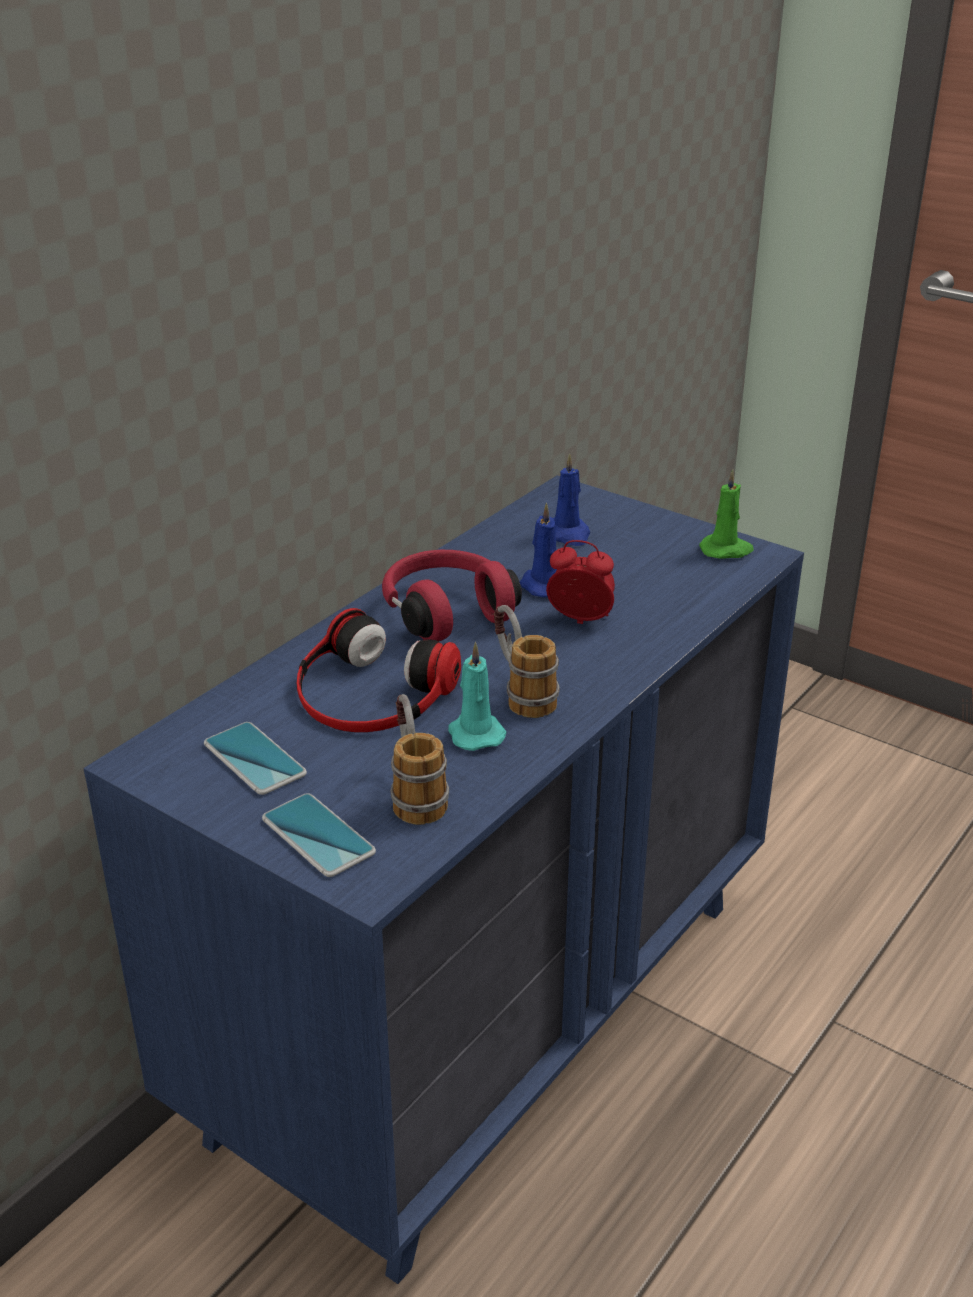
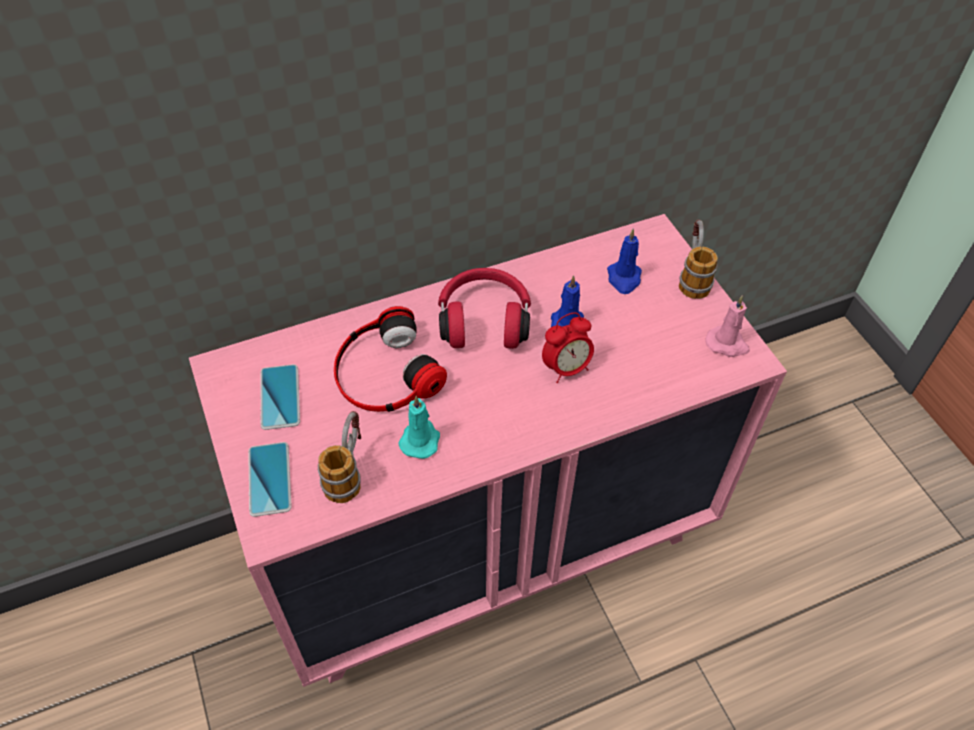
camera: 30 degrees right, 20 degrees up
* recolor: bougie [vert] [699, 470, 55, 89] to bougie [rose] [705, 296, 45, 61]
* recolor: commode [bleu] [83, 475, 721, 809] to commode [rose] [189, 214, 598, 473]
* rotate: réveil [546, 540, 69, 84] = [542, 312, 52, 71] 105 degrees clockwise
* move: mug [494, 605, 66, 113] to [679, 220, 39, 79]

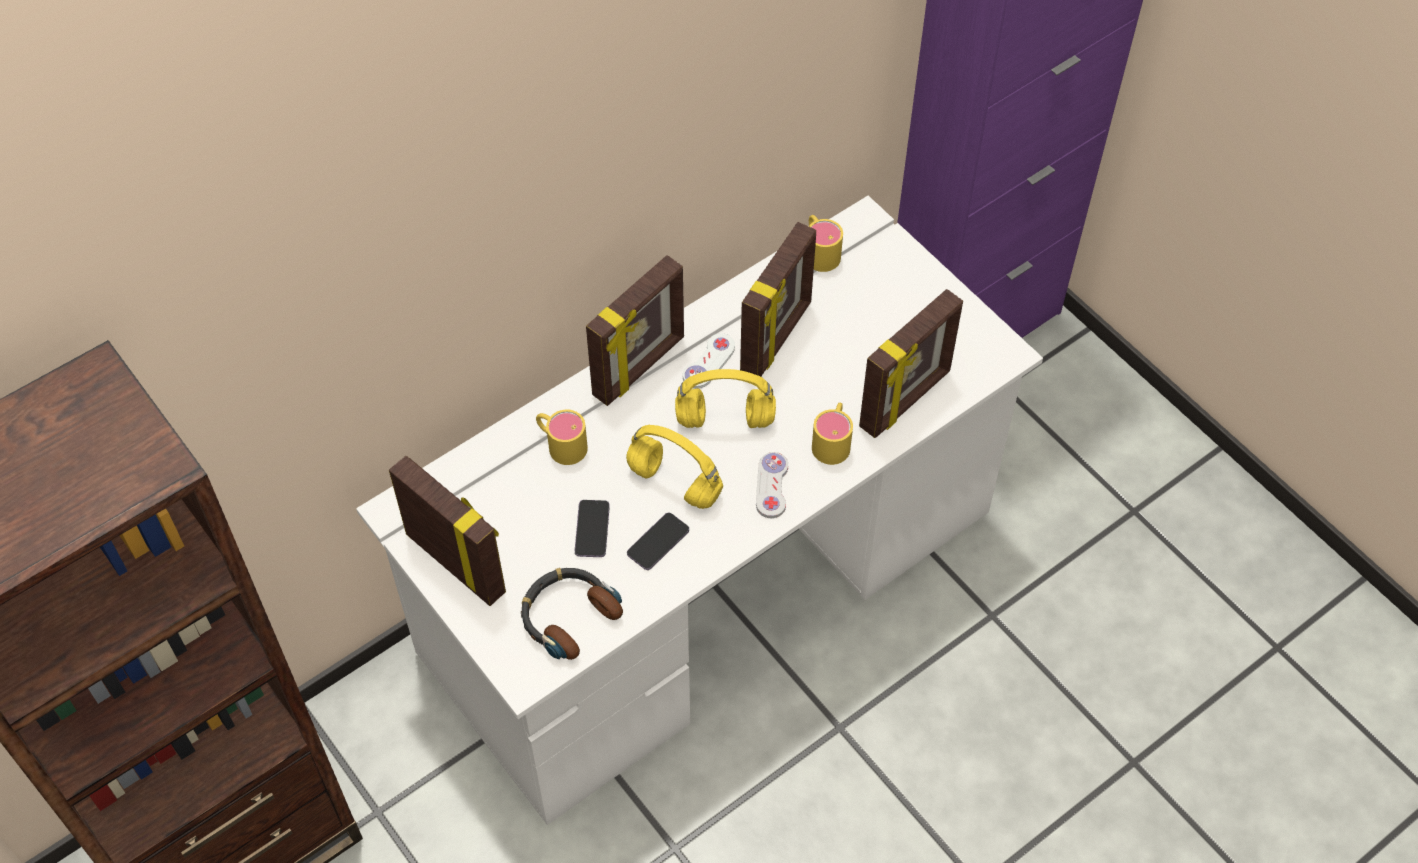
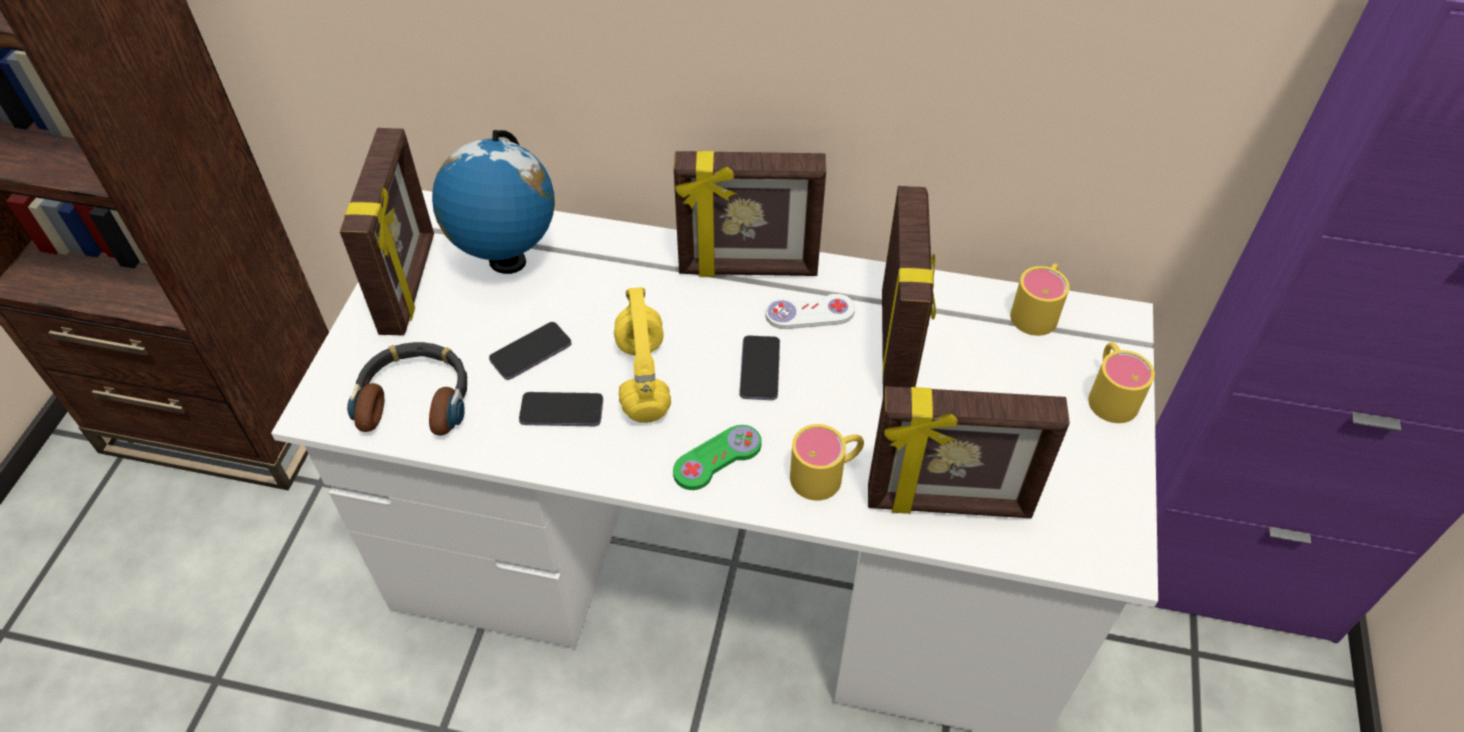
camera: 50 degrees right, 5 degrees down
* rotate: cadre photo [740, 222, 76, 154] = [882, 186, 54, 208] 75 degrees counterclockwise
* replace: casque audio [jaune] [675, 369, 101, 59] to téléphone [739, 335, 41, 65]
* move: mug [jaune] [536, 410, 52, 55] to [1088, 342, 67, 81]
* recolor: manette [blanc] [756, 452, 32, 66] to manette [vert] [673, 425, 89, 65]
* insert: globe [432, 130, 123, 144]

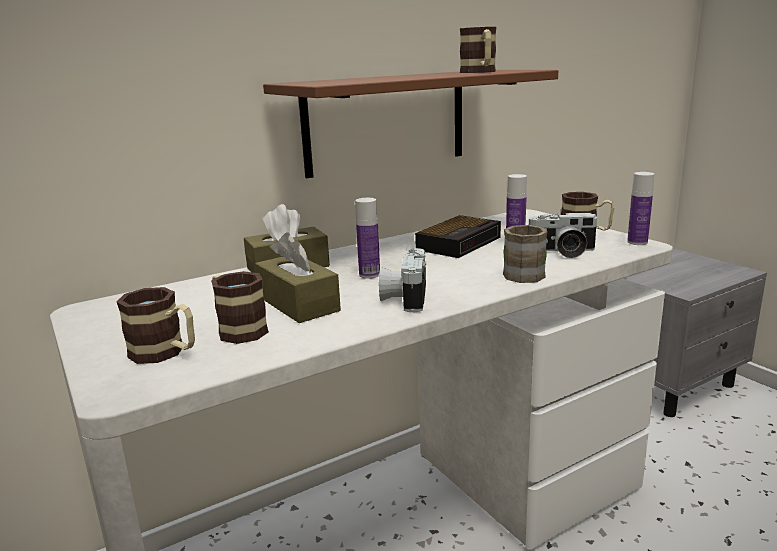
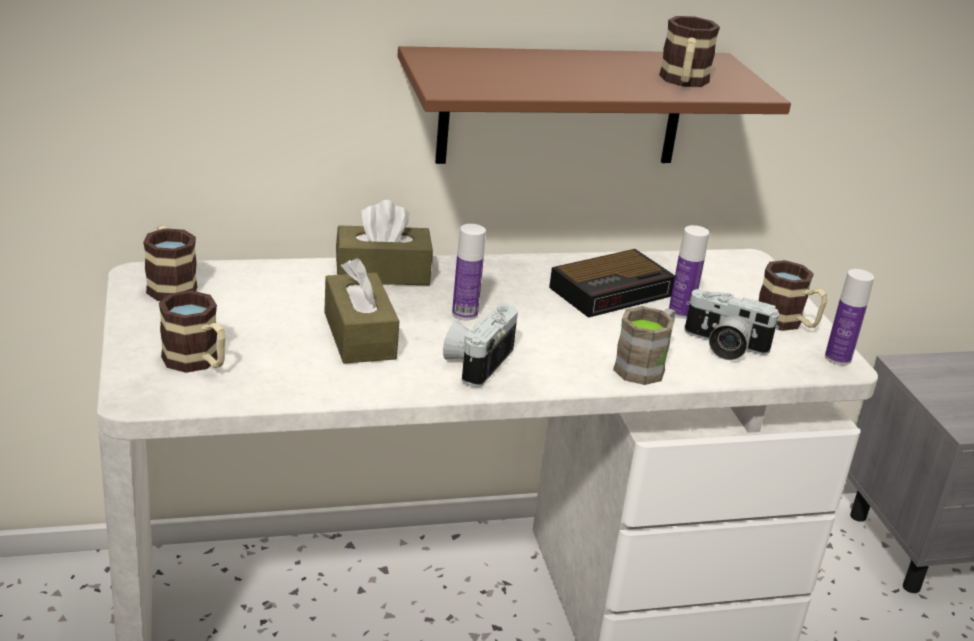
camera: 15 degrees right, 10 degrees up
* move: mug [211, 271, 58, 73] to [143, 226, 54, 75]

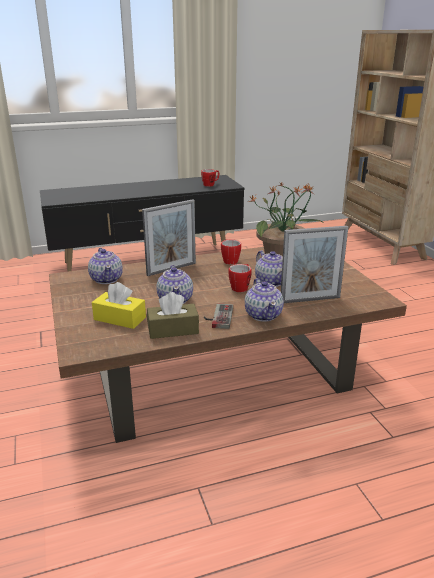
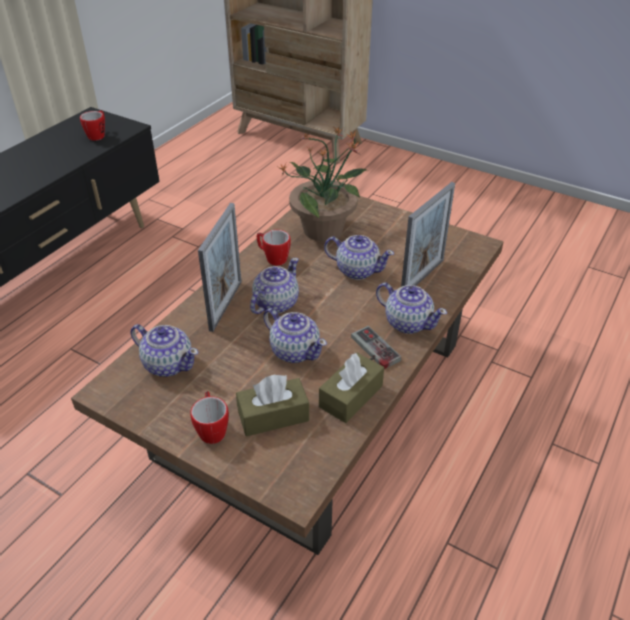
camera: 40 degrees left, 15 degrees up
* move: mug [229, 264, 23, 28] to [190, 391, 39, 53]
* recolor: boîte à mouchoirs [jaune] [92, 282, 54, 47] to boîte à mouchoirs [marron] [236, 375, 73, 62]
* insert: théière [250, 258, 49, 56]

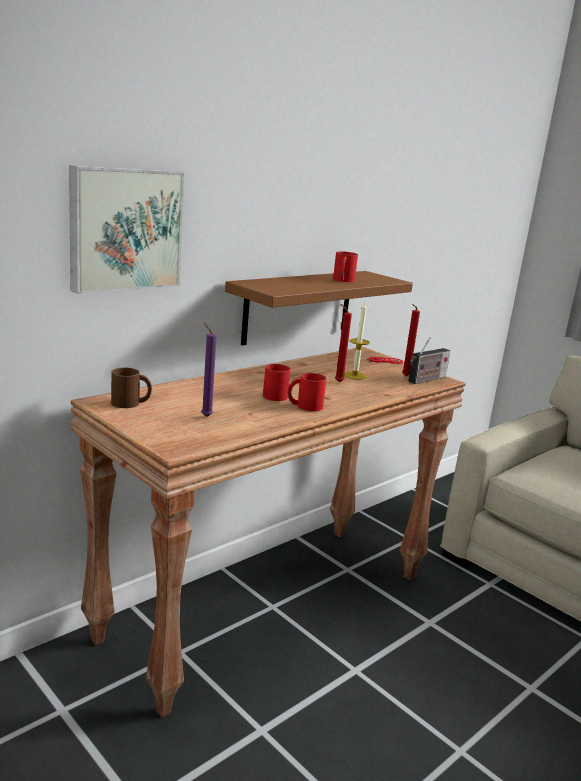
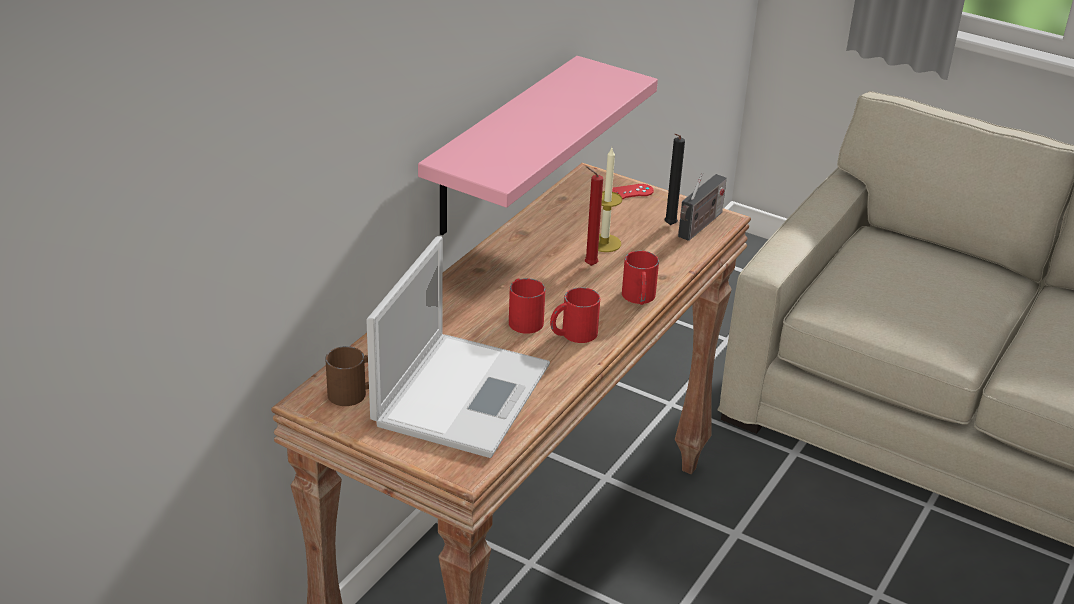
camera: 15 degrees left, 15 degrees up
* delete: tableau [69, 165, 115, 129]
* move: mug [rouge] [333, 251, 25, 31] to [622, 251, 37, 54]
* recolor: étagère [marron] [225, 271, 188, 75] to étagère [rose] [418, 56, 240, 179]
* recolor: bougie [rouge] [402, 304, 18, 72] to bougie [noir] [664, 133, 21, 92]
* replace: bougie [violet] [201, 323, 16, 94] to ordinateur portable [366, 236, 184, 222]

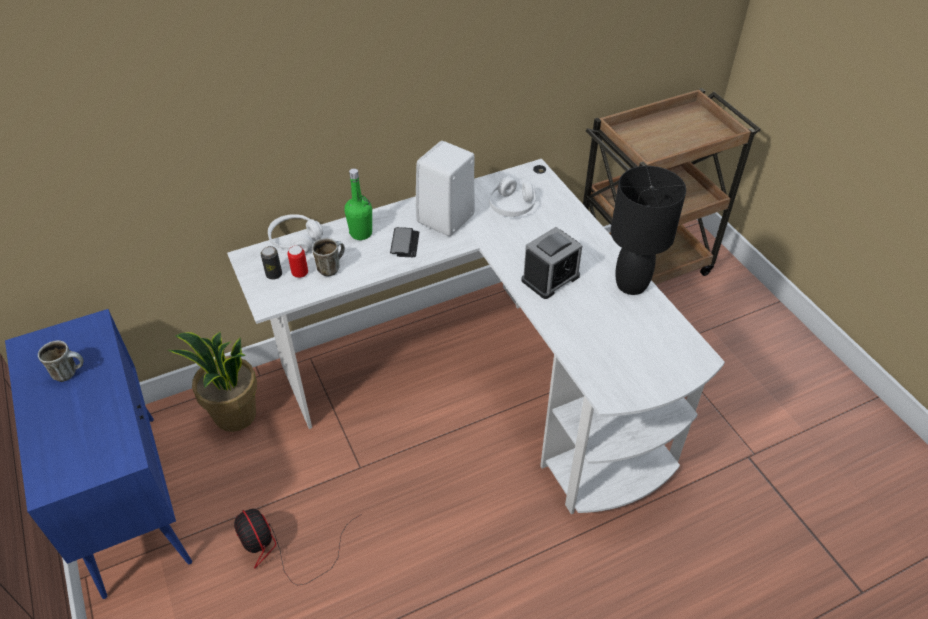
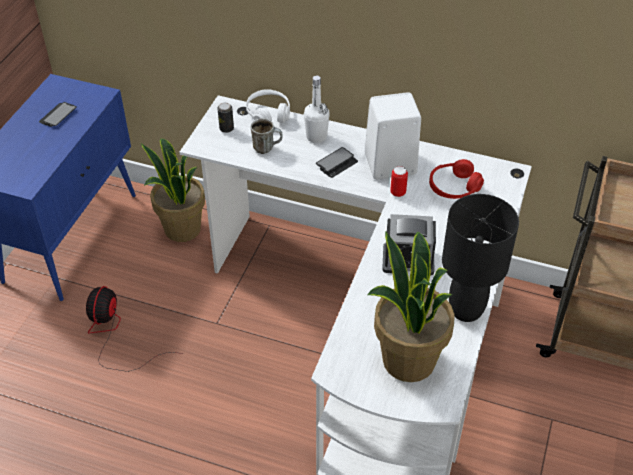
camera: 45 degrees right, 0 degrees up
* recolor: bouteille [vert] [344, 168, 28, 72] to bouteille [blanc] [304, 76, 26, 67]
* recolor: casque audio [blanc] [489, 177, 47, 40] to casque audio [rouge] [429, 159, 55, 40]
* move: boîte métallique [288, 246, 20, 32] to [390, 166, 18, 31]
* replace: mug [38, 340, 45, 42] to téléphone [39, 102, 37, 25]
* insert: plante en pot [367, 231, 88, 151]

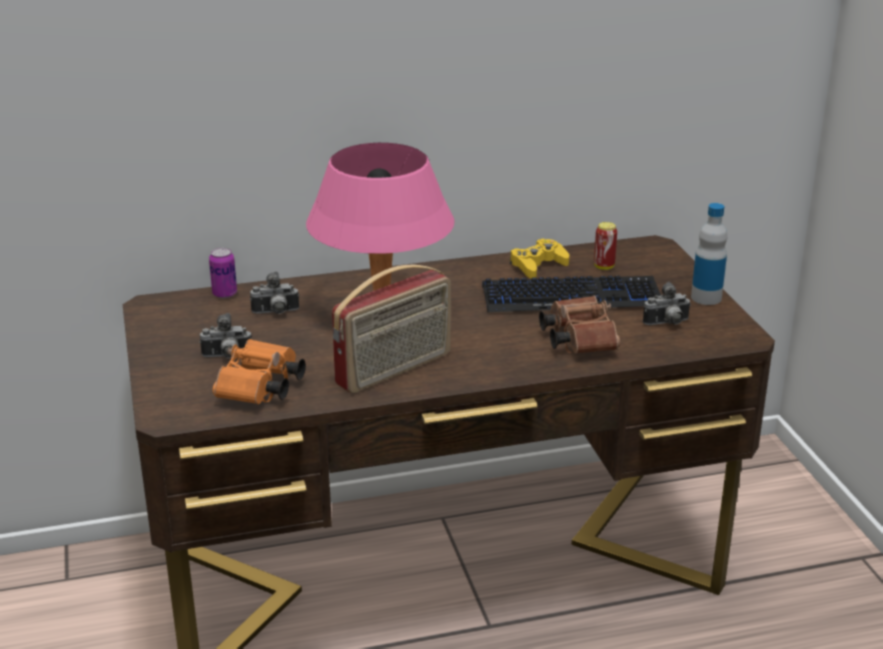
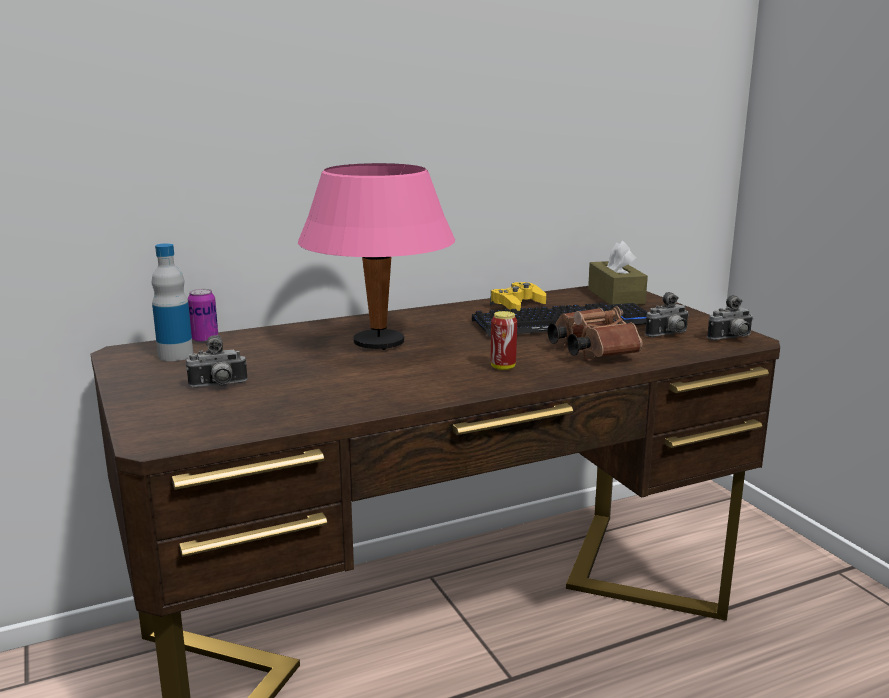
camera: 10 degrees left, 10 degrees down
* move: bouteille [691, 203, 36, 102] to [152, 243, 41, 118]
* move: boîte métallique [594, 222, 23, 48] to [491, 311, 26, 59]
* delete: radio [332, 265, 119, 129]
* move: appareil photo [250, 271, 49, 43] to [707, 295, 46, 45]
* delete: jumelles [orange] [213, 339, 93, 65]
* insert: boîte à mouchoirs [marron] [588, 241, 60, 64]

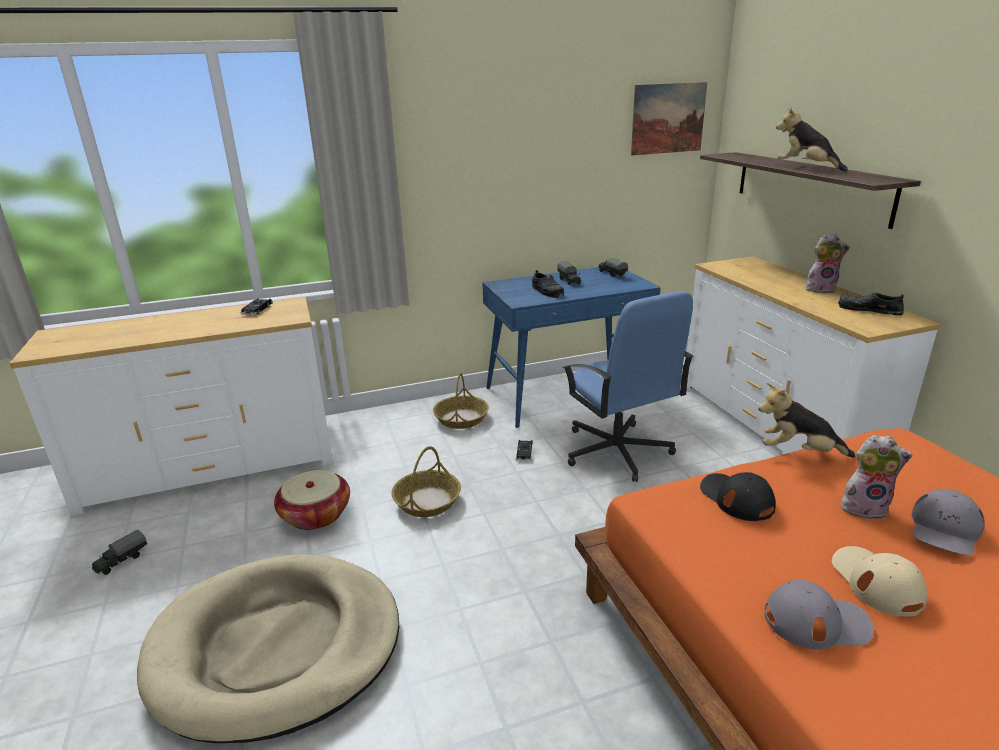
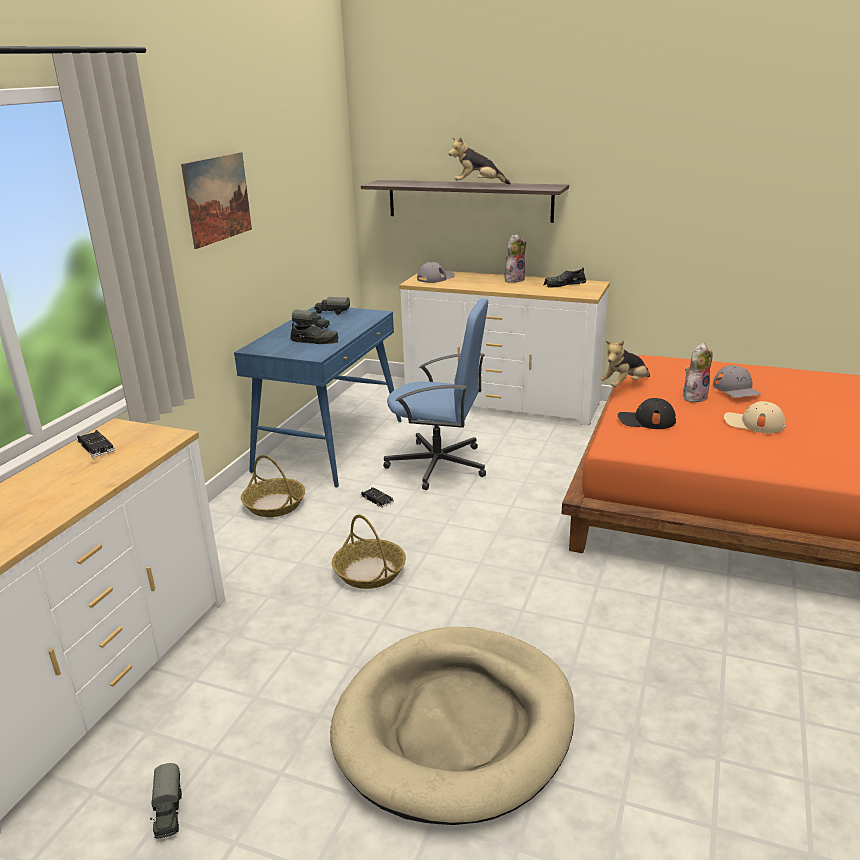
camera: 50 degrees left, 0 degrees up
* move: tableau [631, 82, 76, 73] to [181, 152, 71, 97]
* delete: panier [274, 470, 76, 60]
* move: casquette [gris] [765, 579, 108, 71] to [417, 262, 38, 21]

